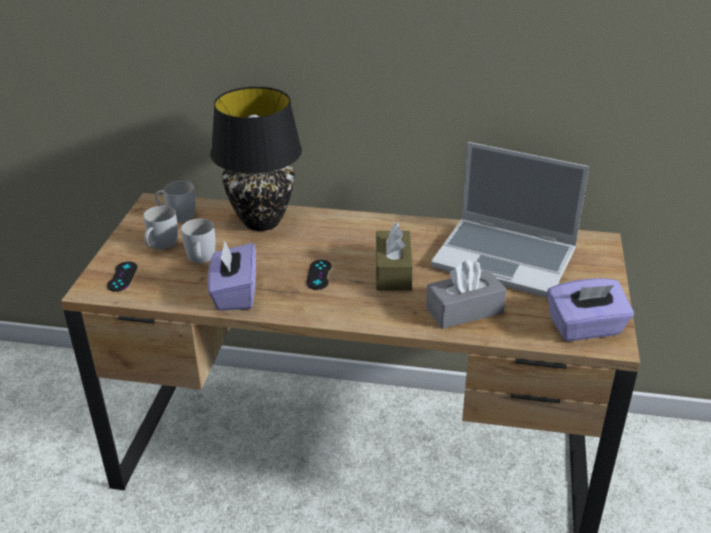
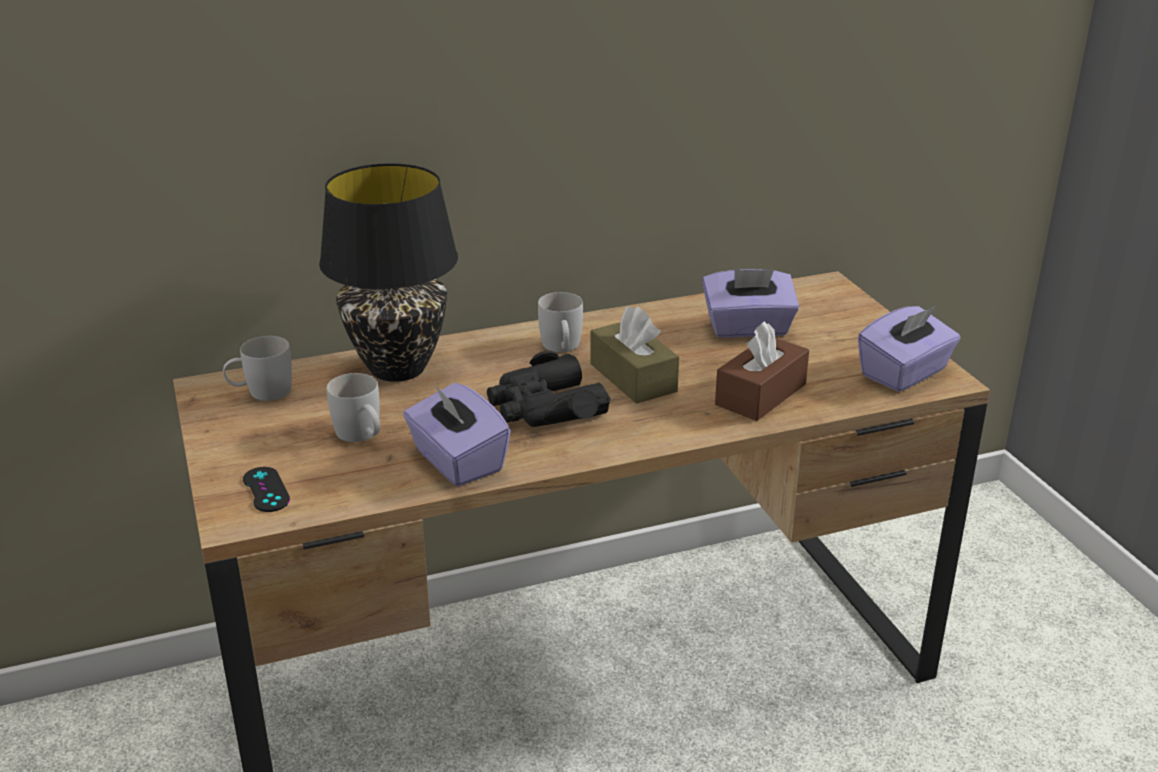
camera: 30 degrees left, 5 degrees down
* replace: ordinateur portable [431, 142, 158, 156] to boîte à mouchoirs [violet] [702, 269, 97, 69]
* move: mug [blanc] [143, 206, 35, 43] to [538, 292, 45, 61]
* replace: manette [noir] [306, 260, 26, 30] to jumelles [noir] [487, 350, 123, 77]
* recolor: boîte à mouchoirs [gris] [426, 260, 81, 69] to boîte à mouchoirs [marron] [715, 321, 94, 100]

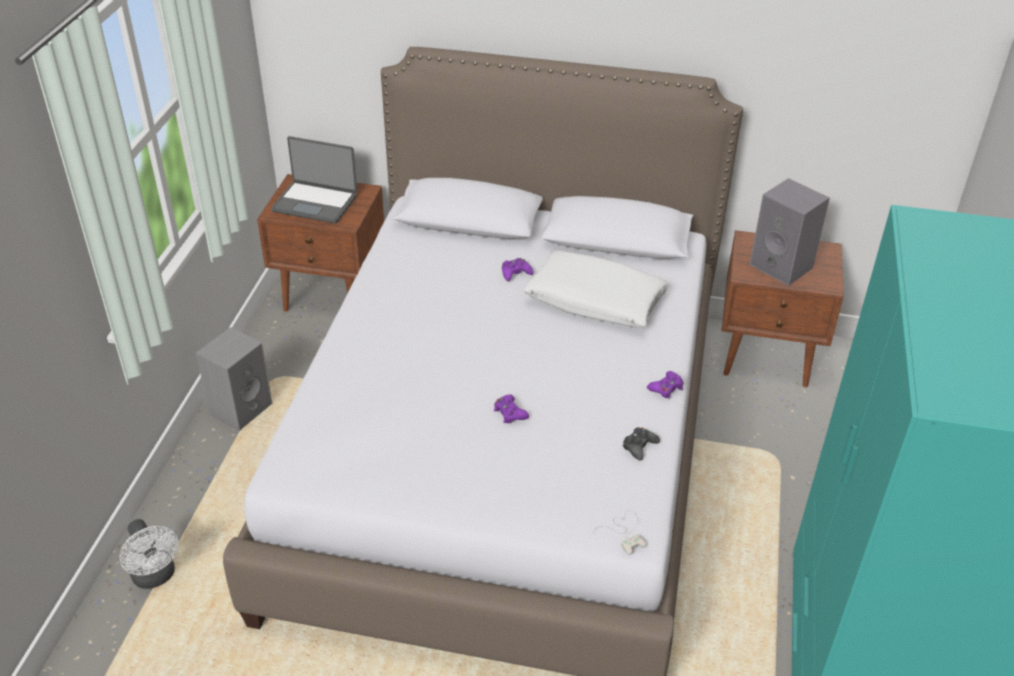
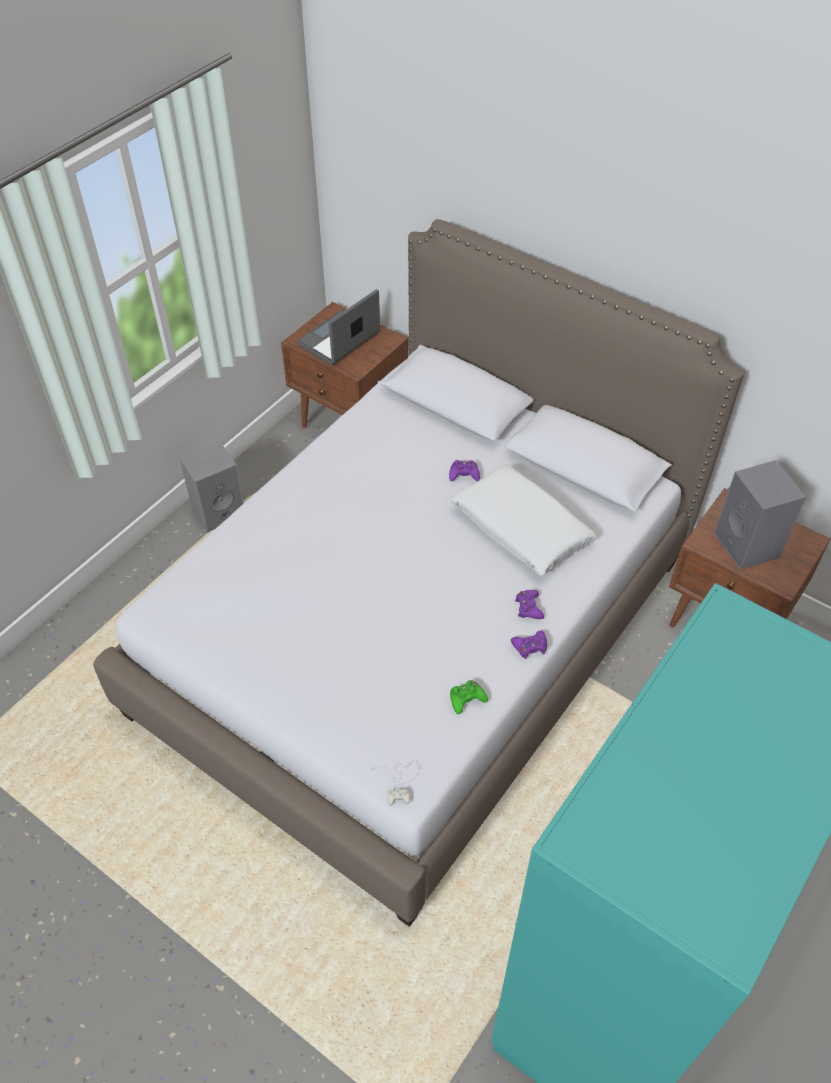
camera: 25 degrees right, 10 degrees up
* rotate: ordinateur portable [271, 136, 86, 88] = [296, 289, 84, 76] 90 degrees clockwise
* move: manette [violet] [494, 394, 35, 29] to [515, 590, 29, 29]
* recolor: manette [noir] [623, 427, 37, 34] to manette [vert] [450, 680, 38, 34]
* delete: ventilateur [blanc] [119, 519, 60, 70]

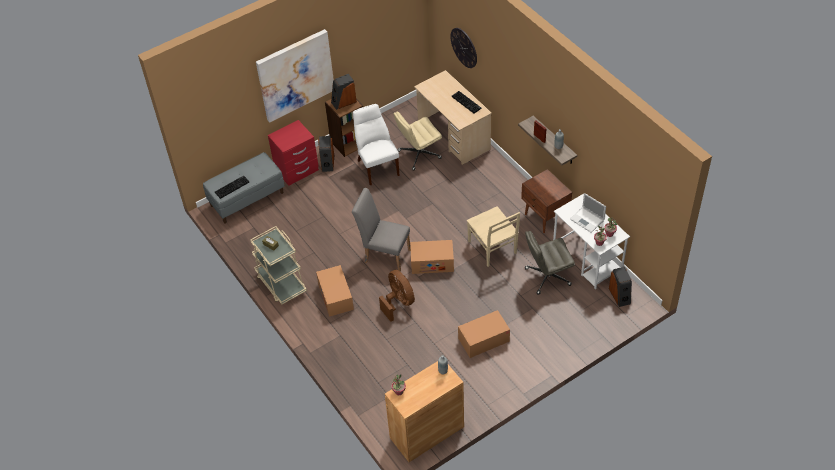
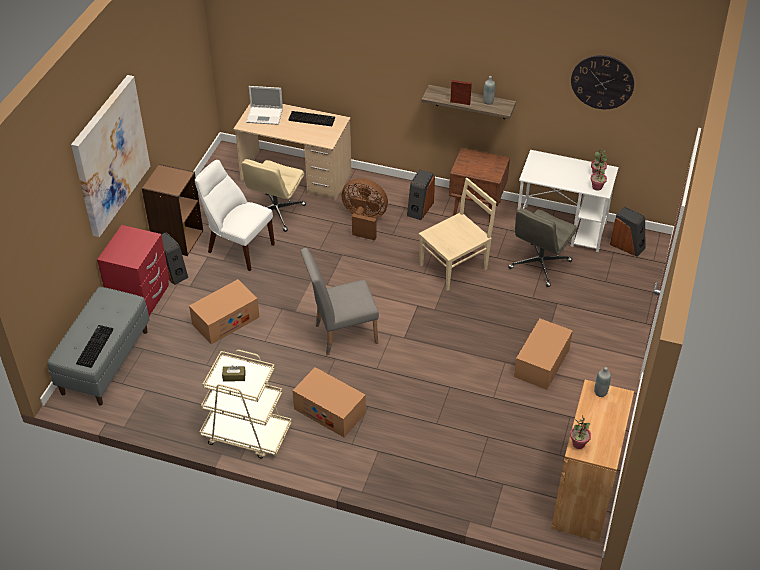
camera: 40 degrees left, 5 degrees down
* move: horloge murale [450, 28, 27, 40] to [571, 55, 63, 54]
* move: enceinte [331, 74, 26, 36] to [407, 169, 28, 51]
* move: ordinateur portable [570, 193, 36, 40] to [246, 86, 37, 39]
* rotate: chaise [beige] [467, 206, 53, 61] = [419, 178, 77, 113] 60 degrees counterclockwise
* move: carton [410, 240, 44, 34] to [189, 279, 71, 65]
* move: ventilateur [marron] [379, 270, 36, 52] to [341, 178, 47, 62]

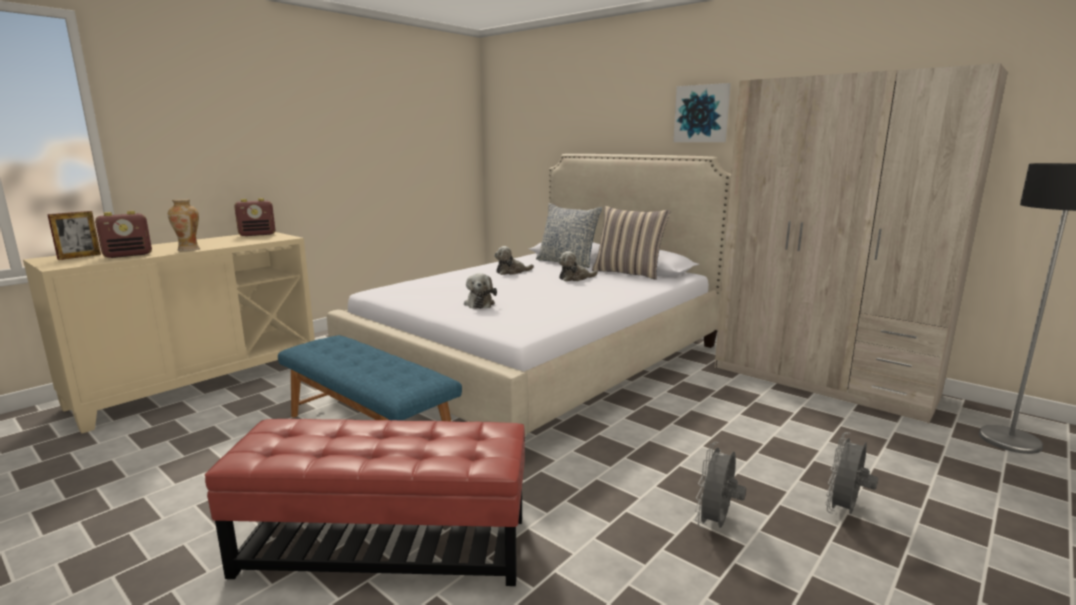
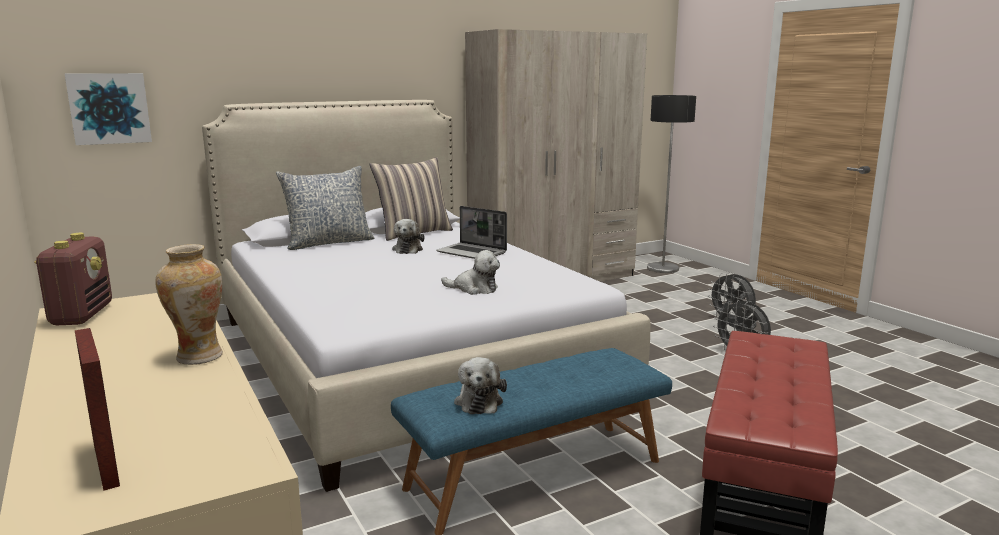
camera: 70 degrees left, 0 degrees up
* move: tableau [673, 83, 58, 59] to [65, 73, 87, 72]
* delete: radio [95, 211, 57, 47]
* move: peluche [494, 246, 40, 29] to [454, 357, 53, 57]
* insert: ordinateur portable [436, 206, 71, 53]

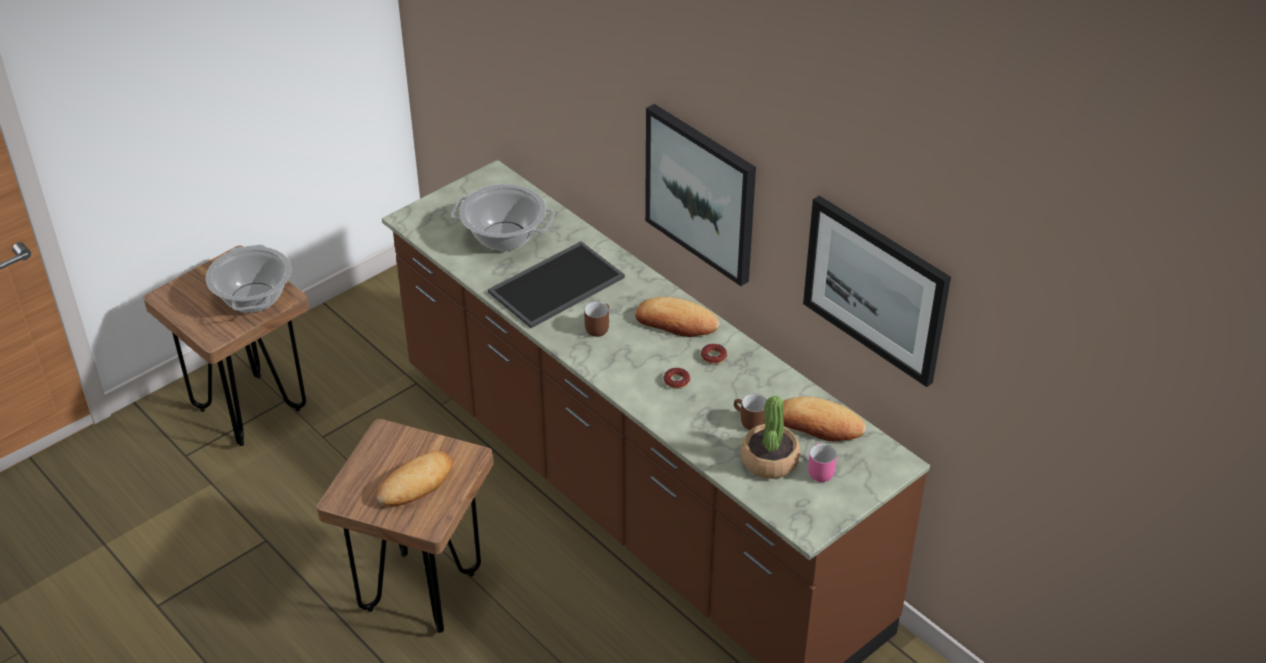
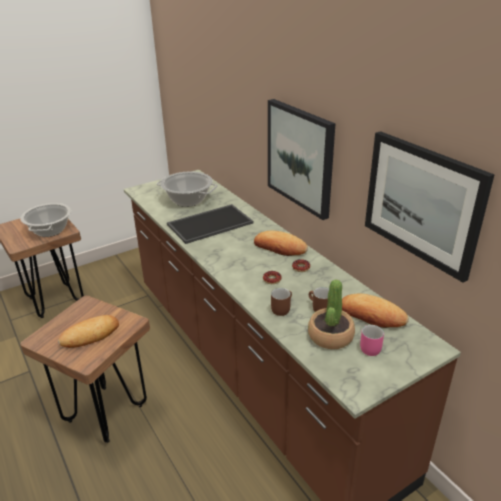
camera: 10 degrees right, 10 degrees down
* move: mug [marron] [584, 302, 25, 35] to [271, 288, 21, 28]

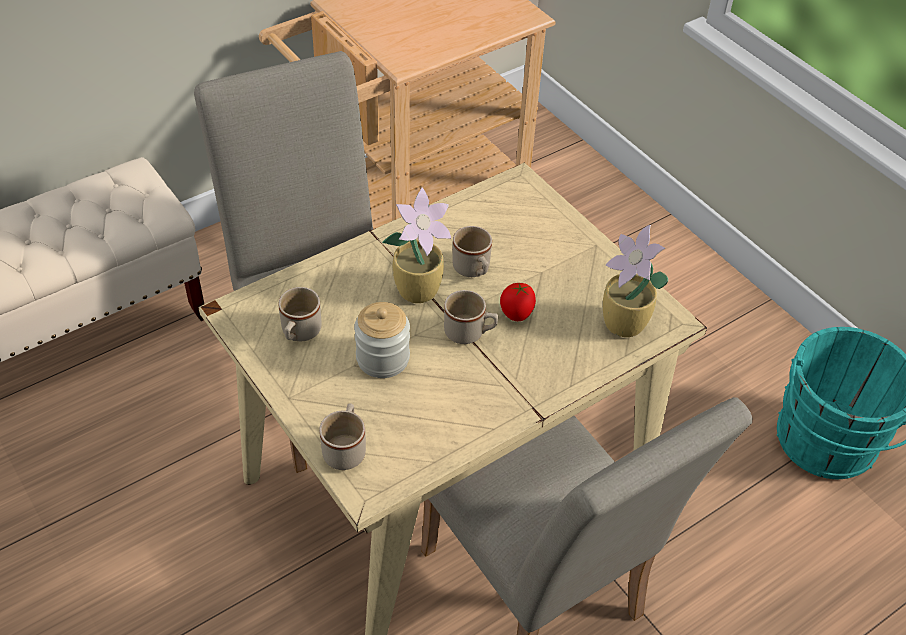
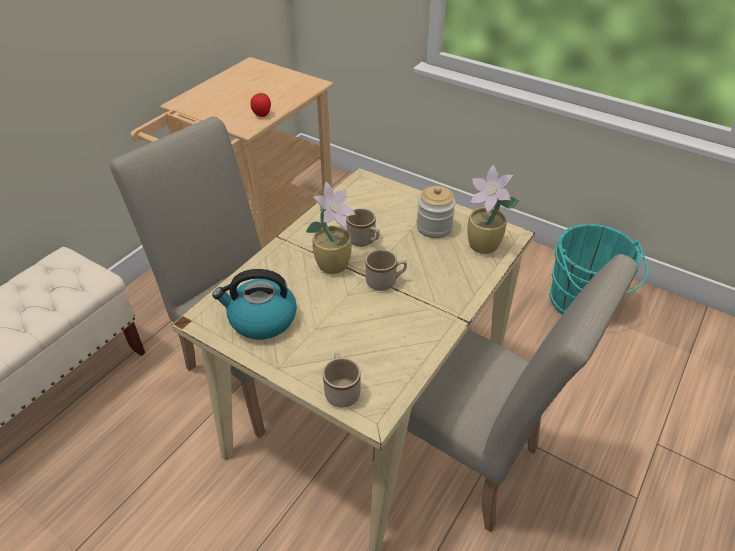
camera: 20 degrees left, 5 degrees down
* move: tomate [500, 283, 36, 38] to [250, 93, 21, 24]
* replace: mug [beige] [279, 287, 43, 54] to bouilloire [212, 269, 85, 71]
* move: bocal [354, 302, 56, 76] to [416, 186, 40, 52]

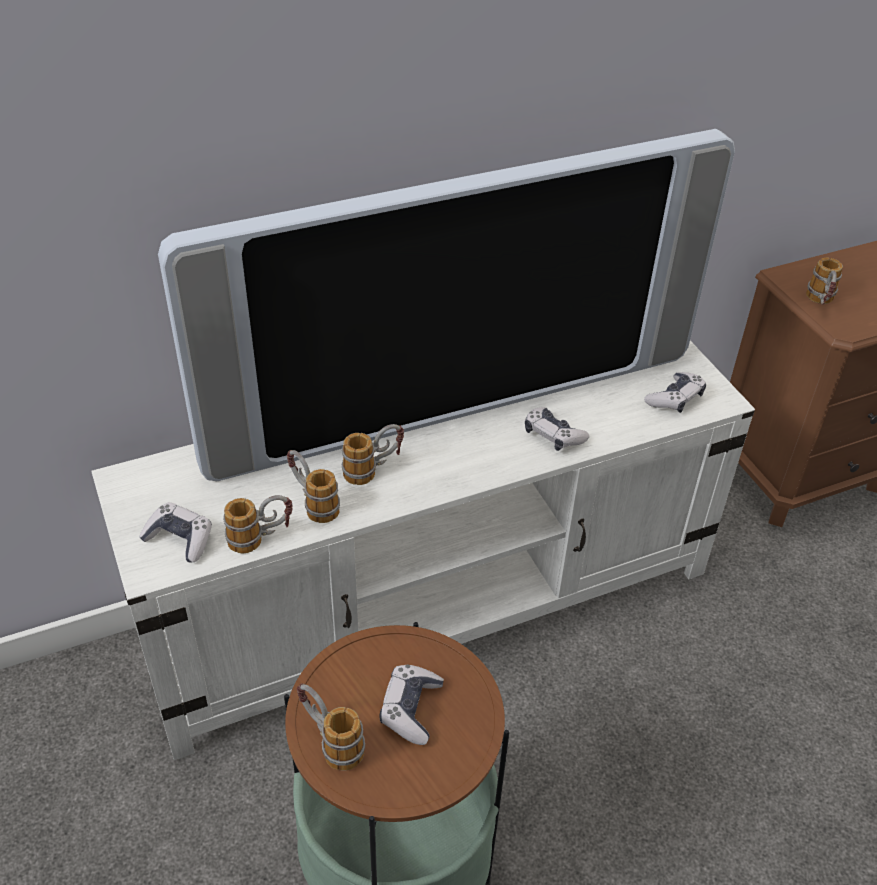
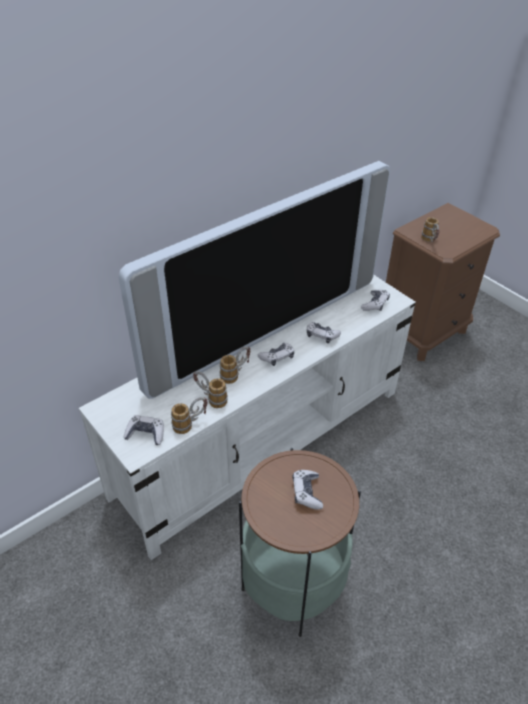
camera: 15 degrees left, 0 degrees up
* delete: mug [297, 683, 68, 87]
* insert: manette [258, 343, 36, 23]

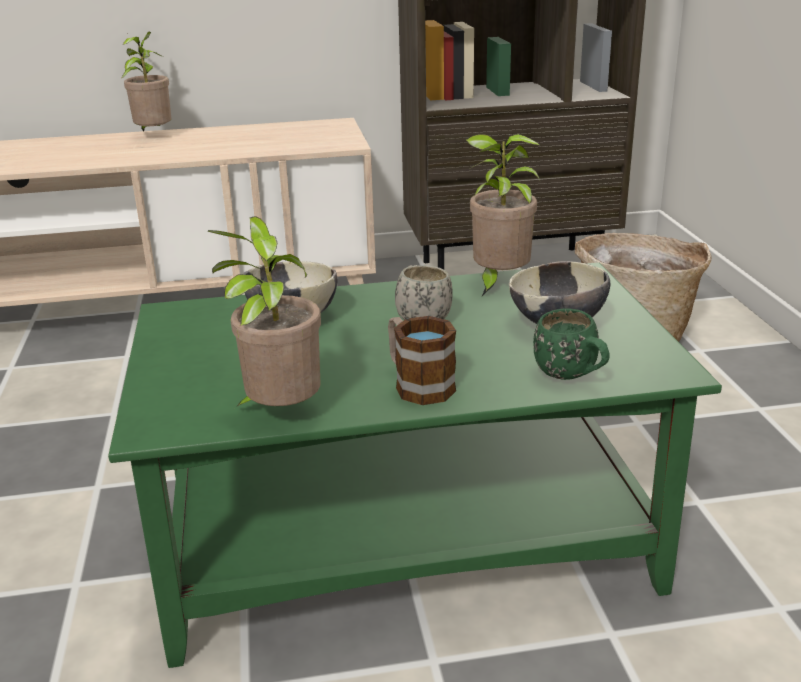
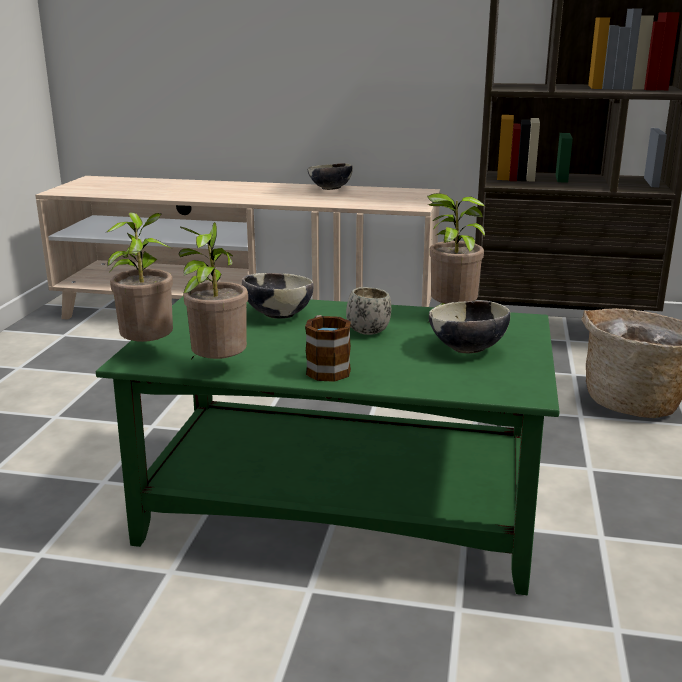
camera: 20 degrees right, 5 degrees down
* move: plante en pot [122, 31, 49, 100] to [107, 212, 66, 130]
* delete: mug [vert] [533, 308, 77, 72]
* insert: bol [308, 163, 45, 27]

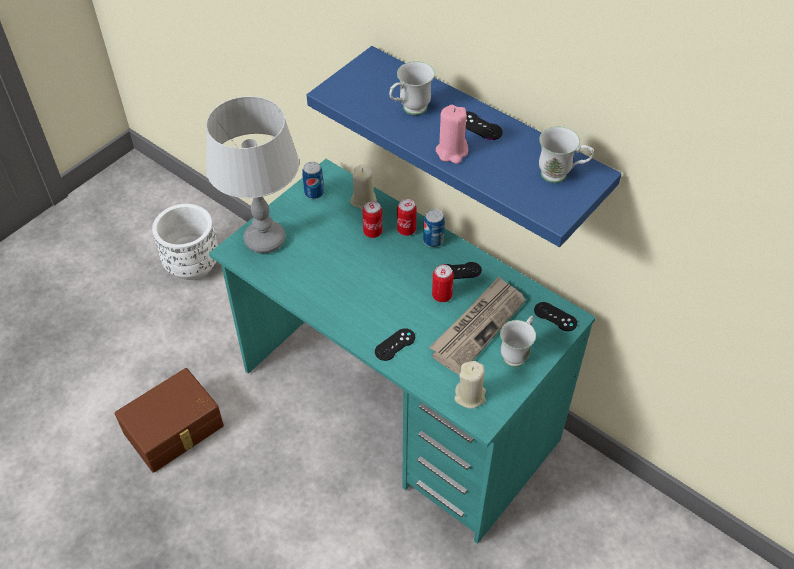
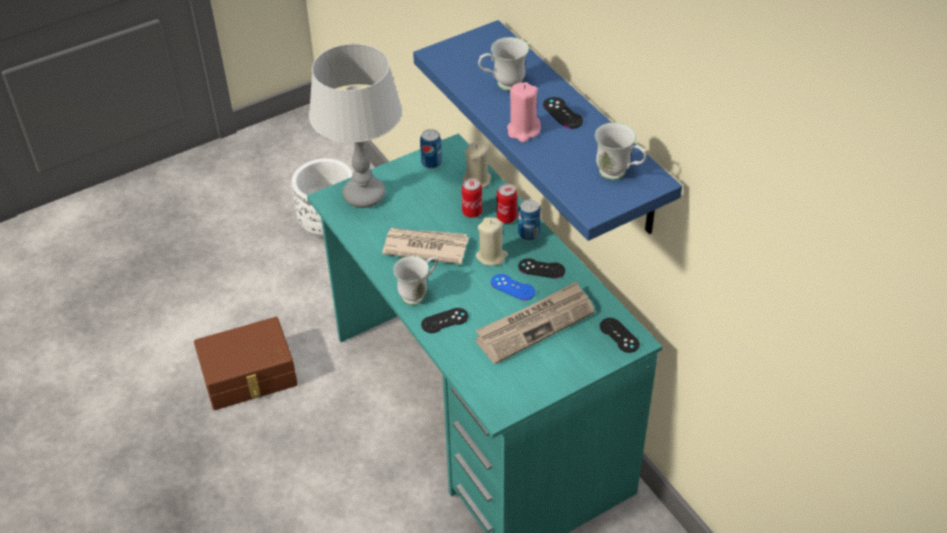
camera: 20 degrees right, 5 degrees down
* replace: boîte métallique [432, 264, 22, 38] to manette [bleu] [491, 274, 44, 26]
* move: mug [blanc] [500, 315, 36, 52] to [393, 256, 44, 49]
* move: bougie [beige] [454, 361, 32, 48] to [476, 217, 32, 49]
* insert: journal [382, 228, 87, 36]

